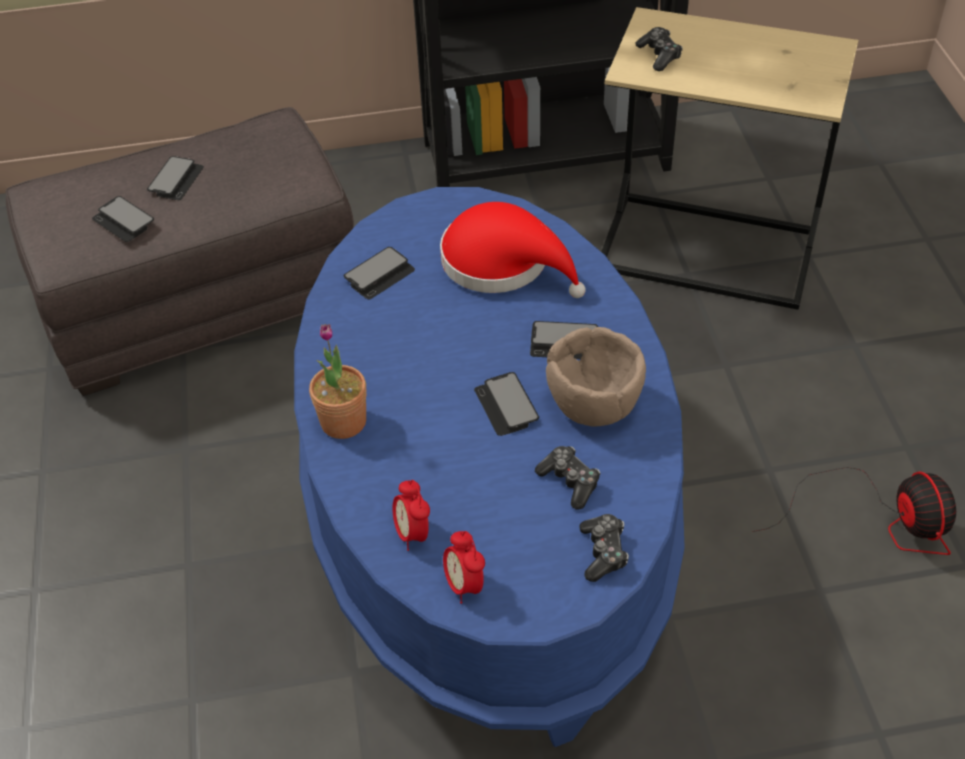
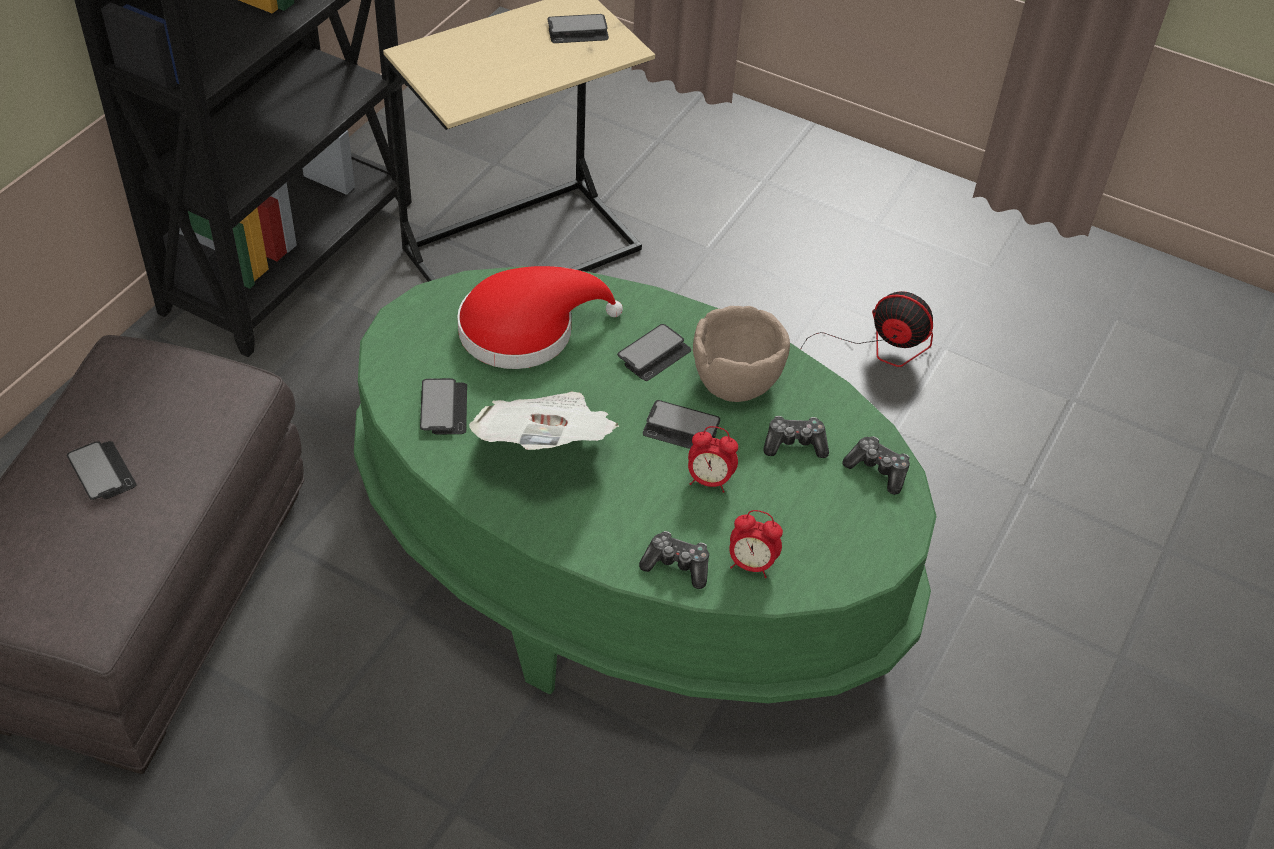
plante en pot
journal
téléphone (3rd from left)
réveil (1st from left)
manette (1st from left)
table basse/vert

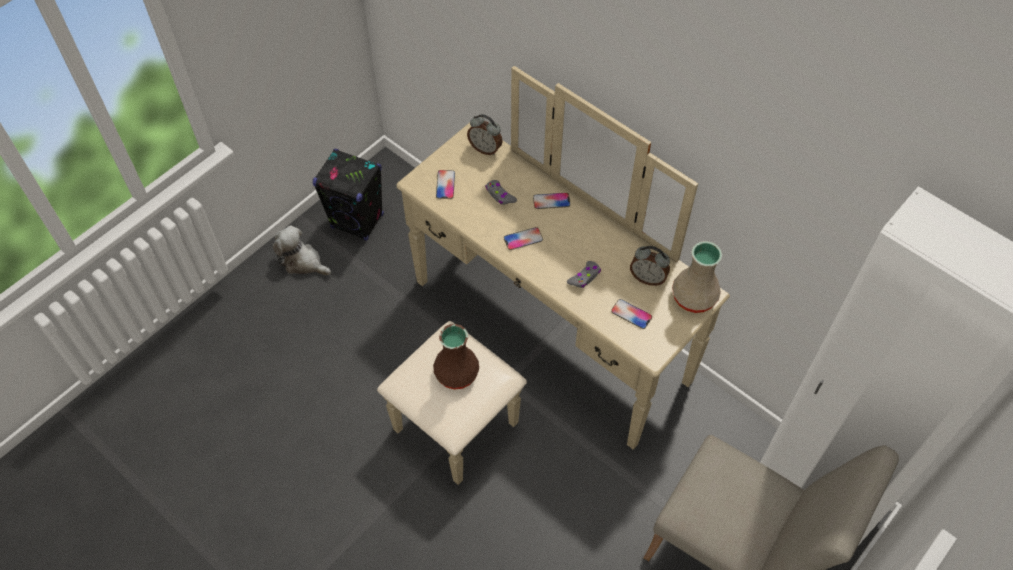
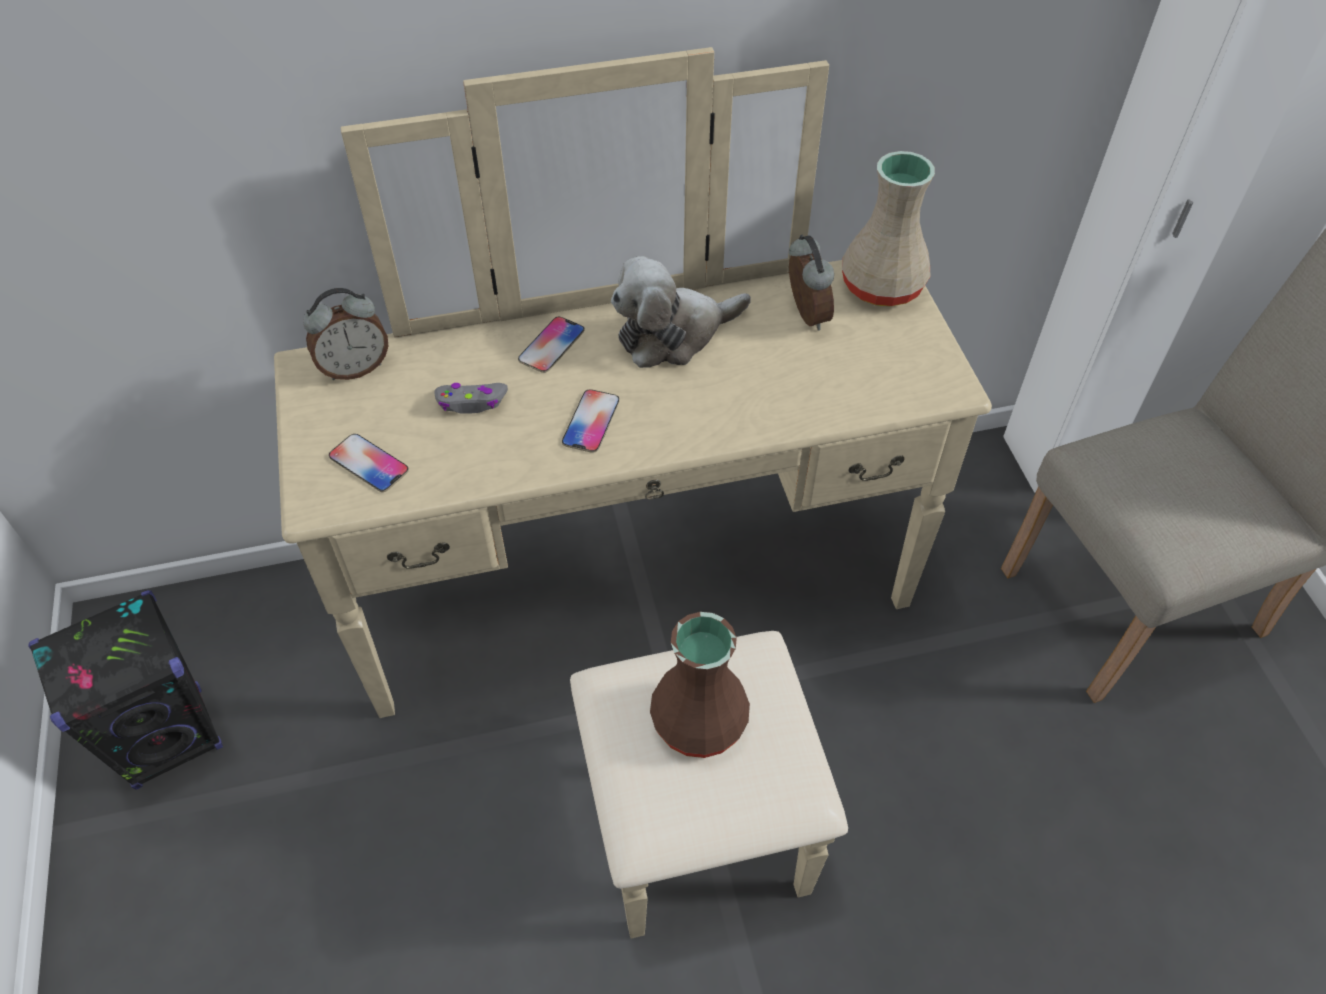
manette/gris (2nd from left in the first image)
téléphone (4th from left in the first image)
peluche
réveil (2nd from left)

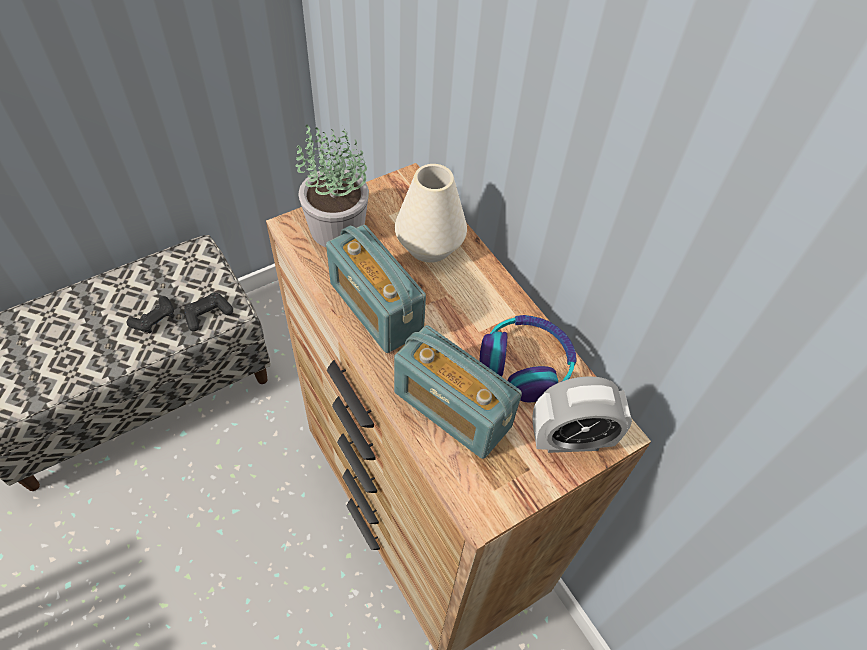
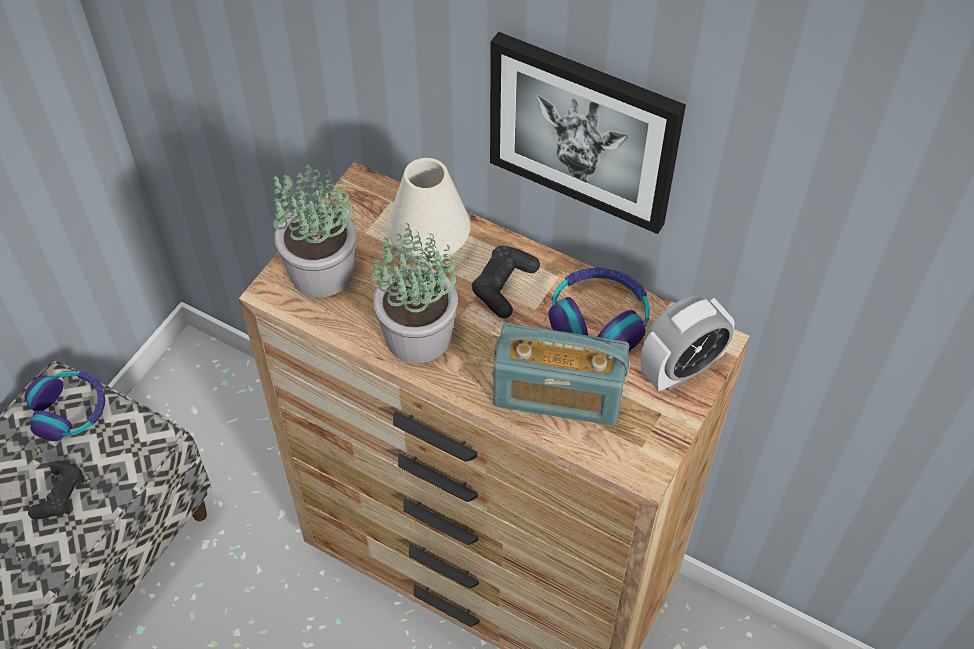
casque audio (1st from left)
tableau
manette/noir (2nd from left)
plante en pot (2nd from left)

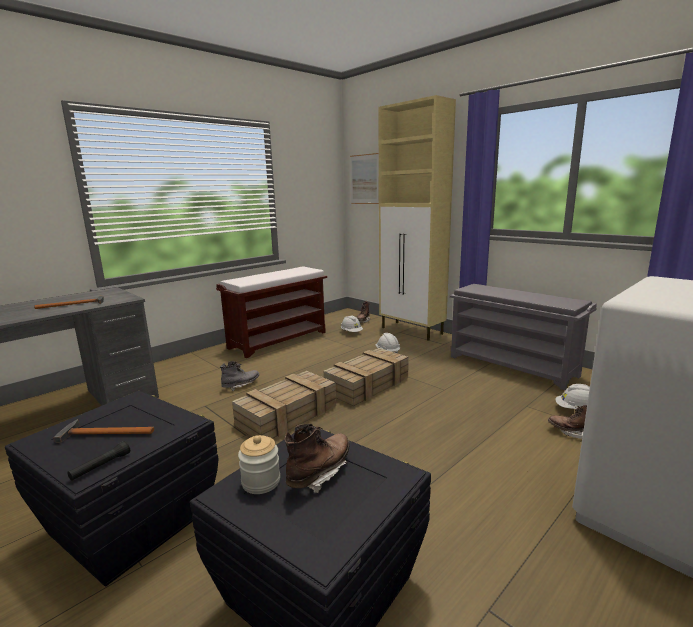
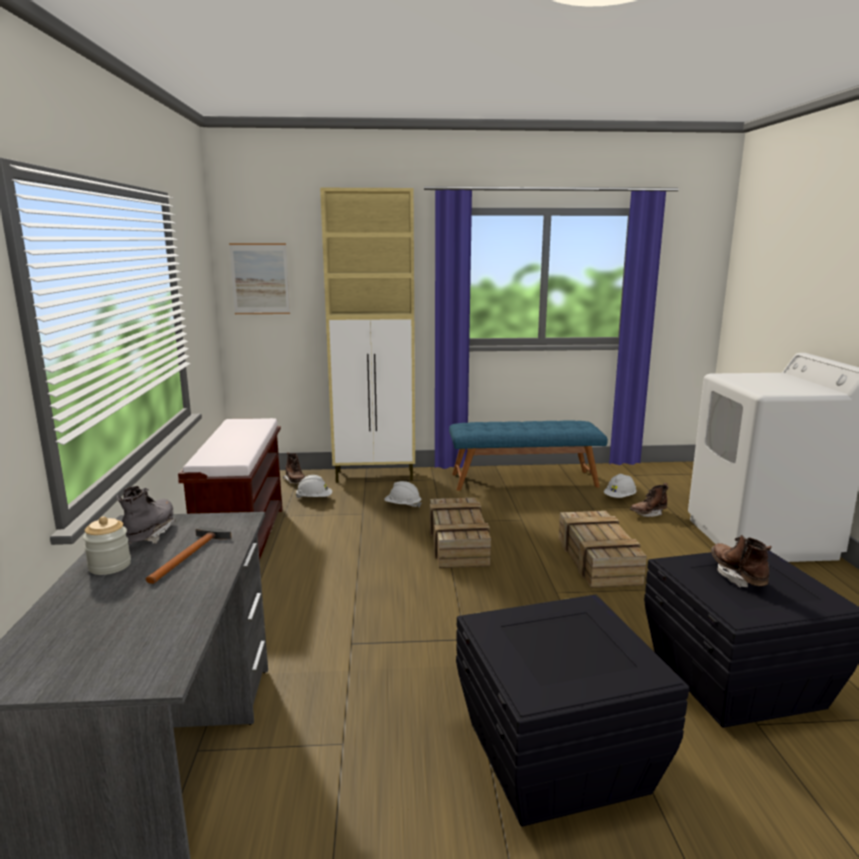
marteau (2nd from left in the first image)
lampe de poche/noir
botte/gris
caisse (2nd from left)
bocal
banc/bleu

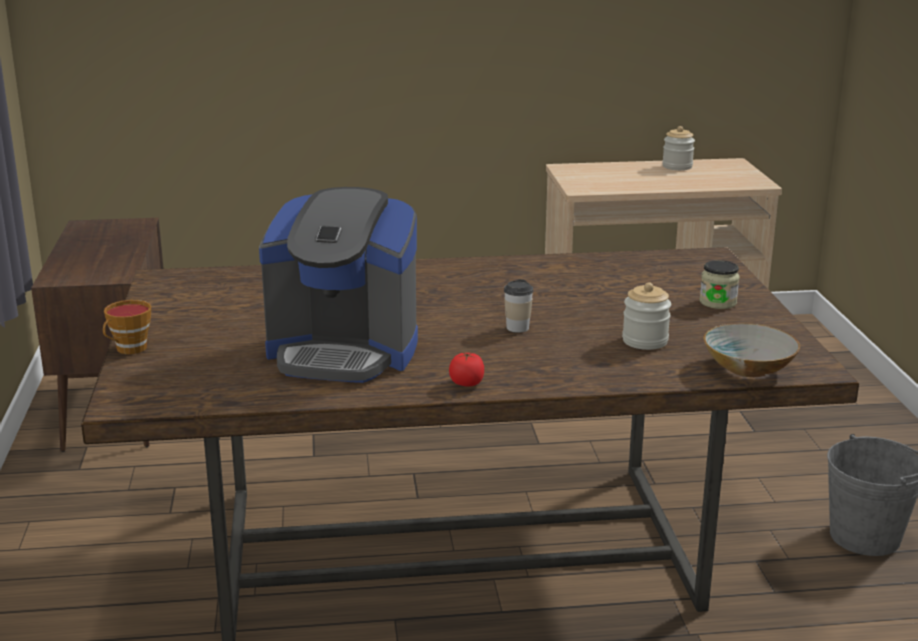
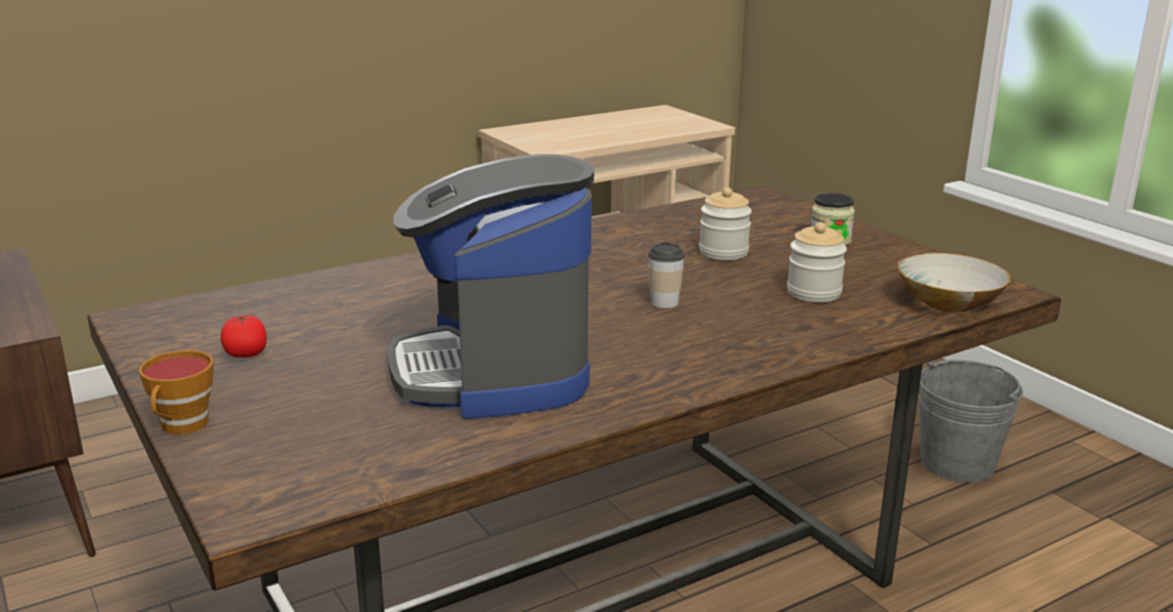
tomate
bocal (1st from left)
machine à café

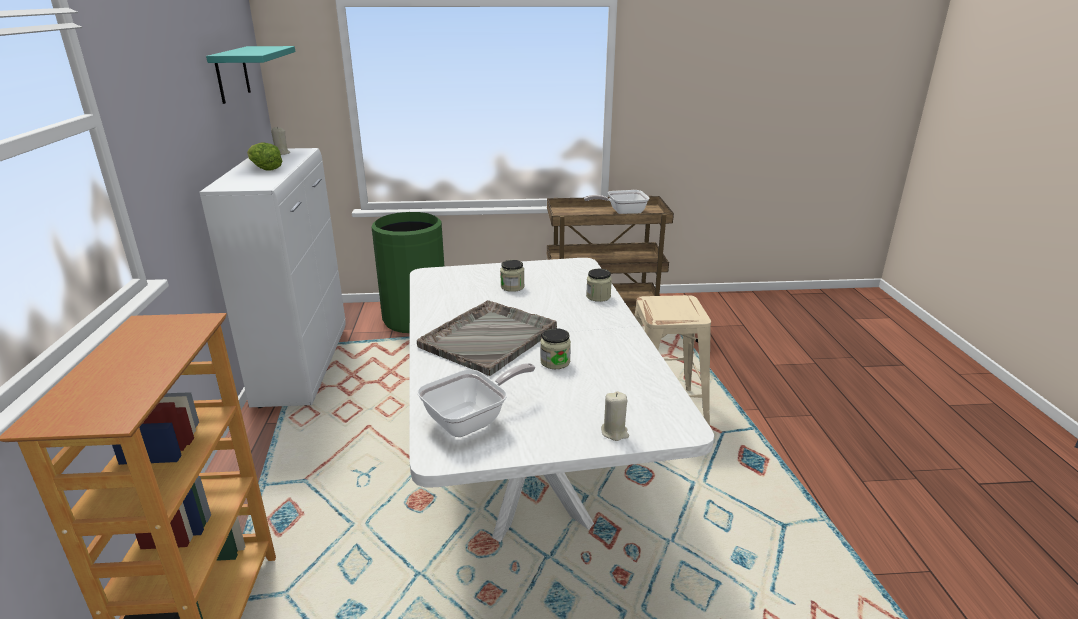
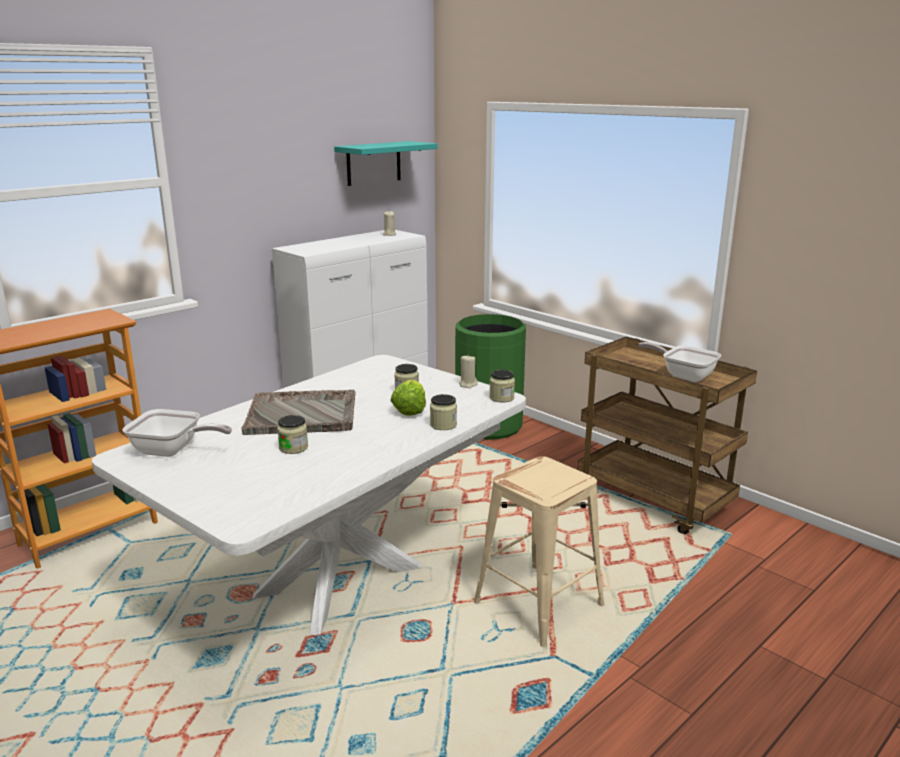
bocal (4th from left)
laitue
bougie/beige (2nd from left)

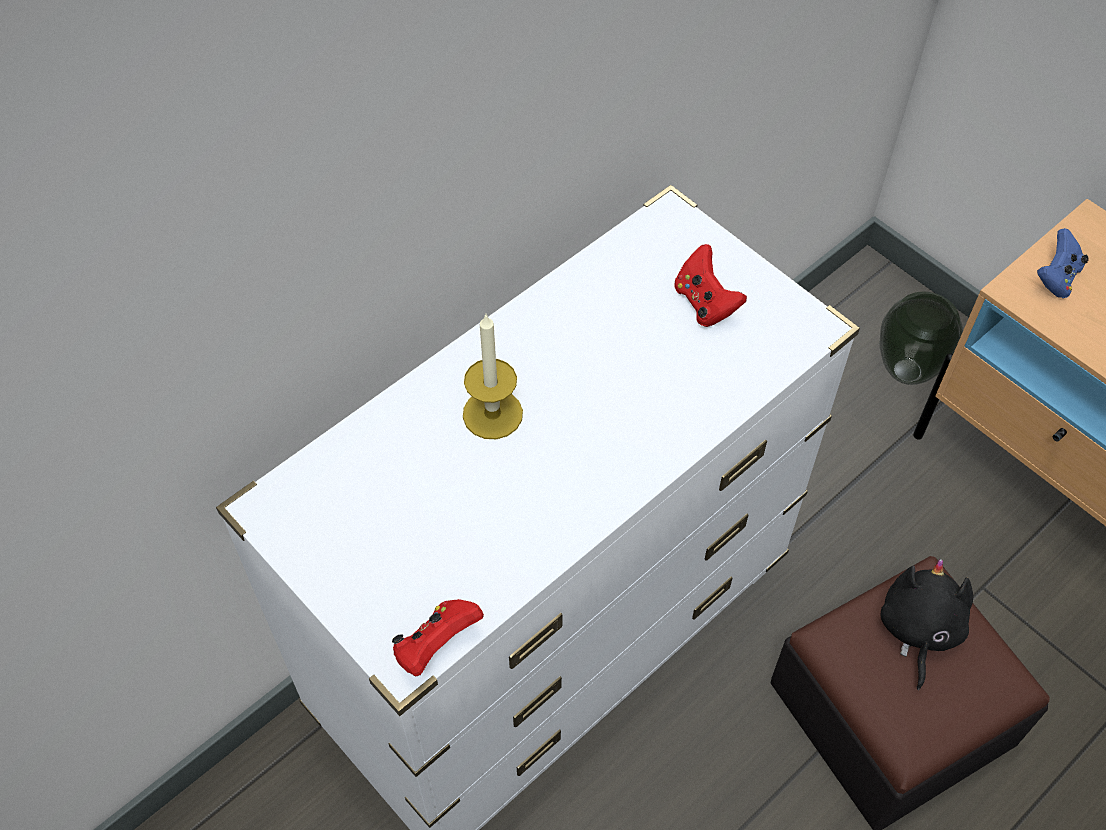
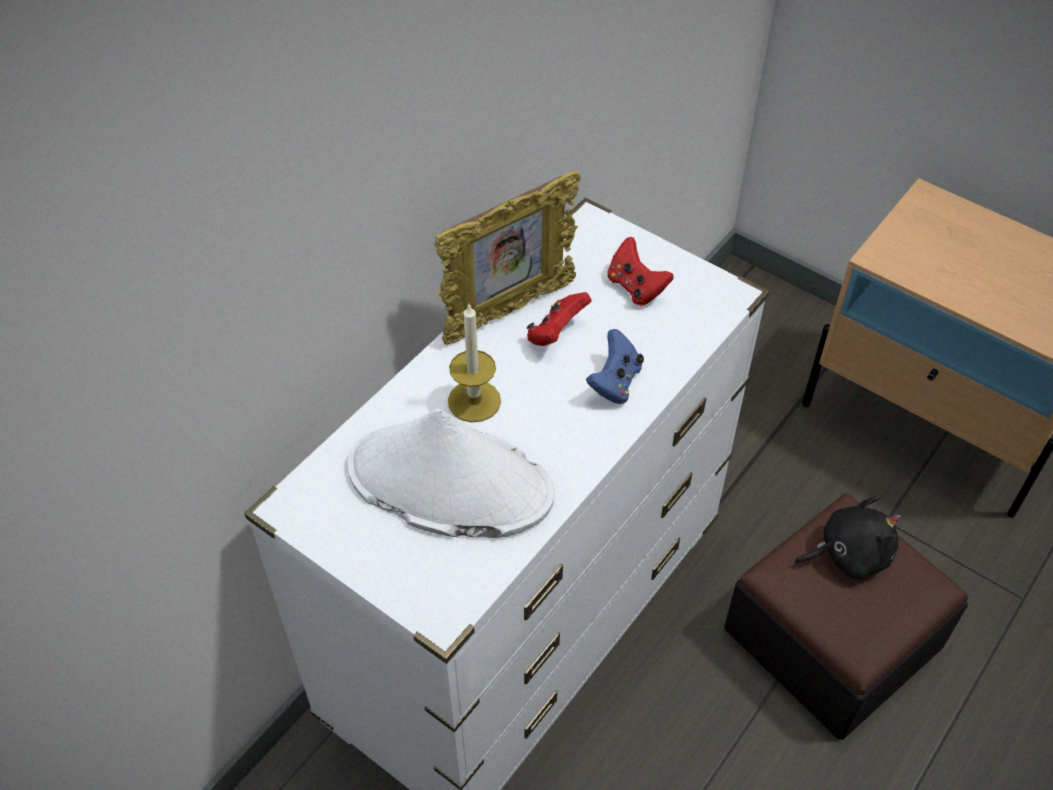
vase
chapeau/blanc
cadre photo
manette/rouge (1st from left)
manette/bleu
peluche/noir

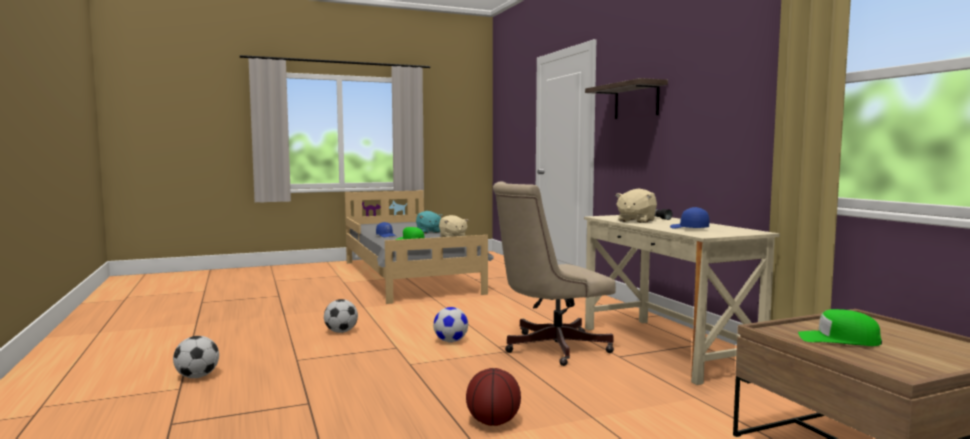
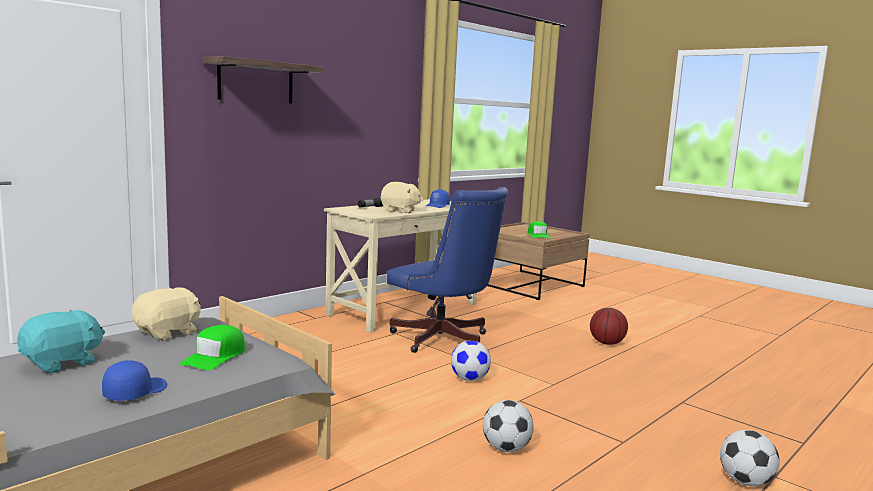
chaise de bureau/bleu

